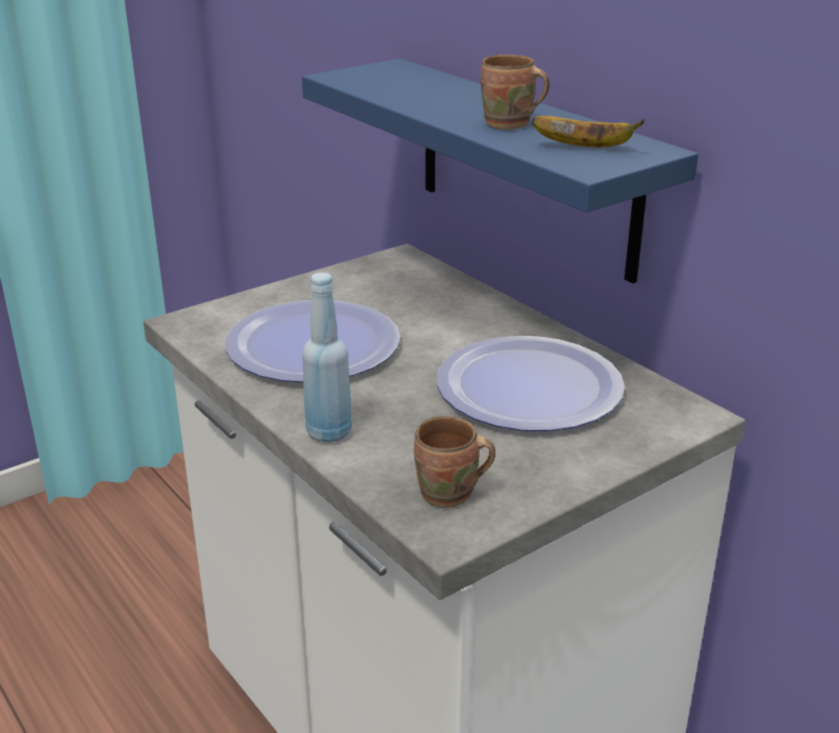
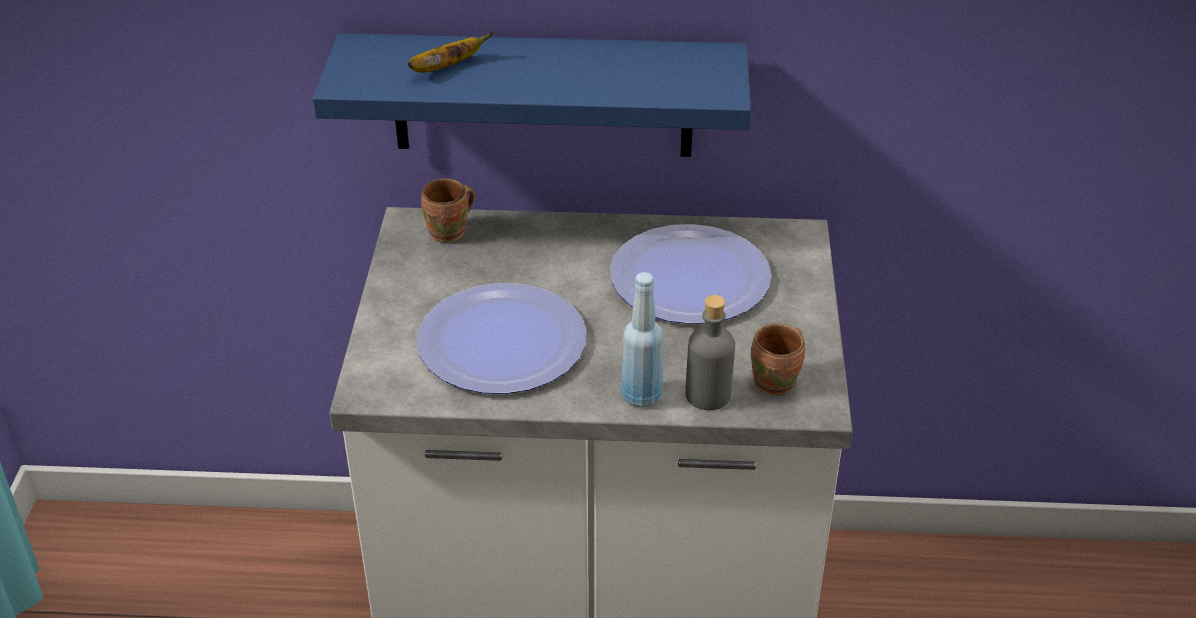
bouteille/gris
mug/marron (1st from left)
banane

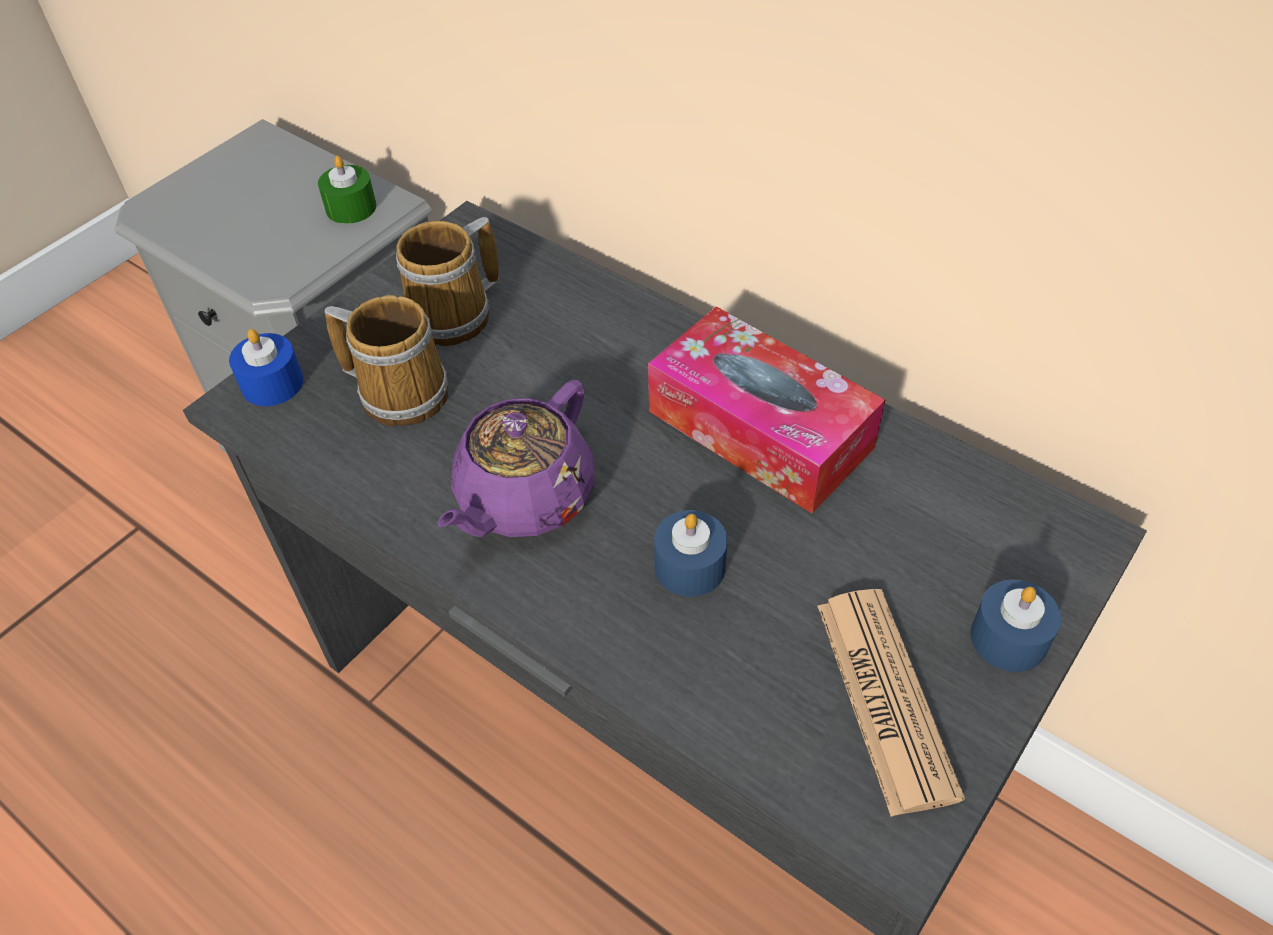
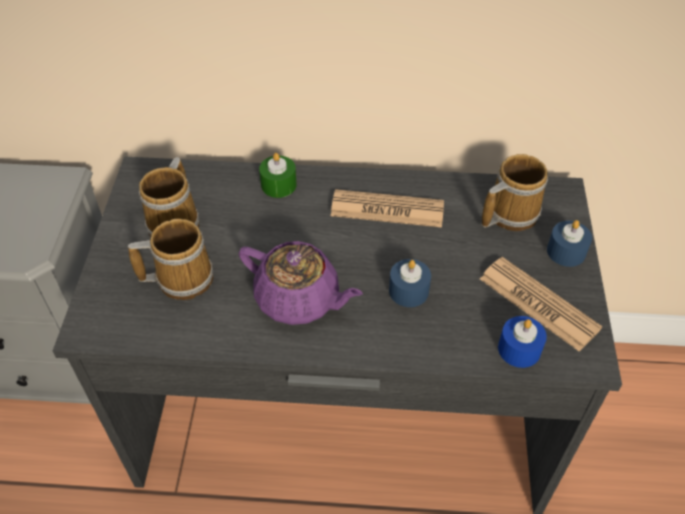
mug (3rd from left)
bougie/bleu (2nd from left)
bougie/vert
journal (1st from left)
théière/violet

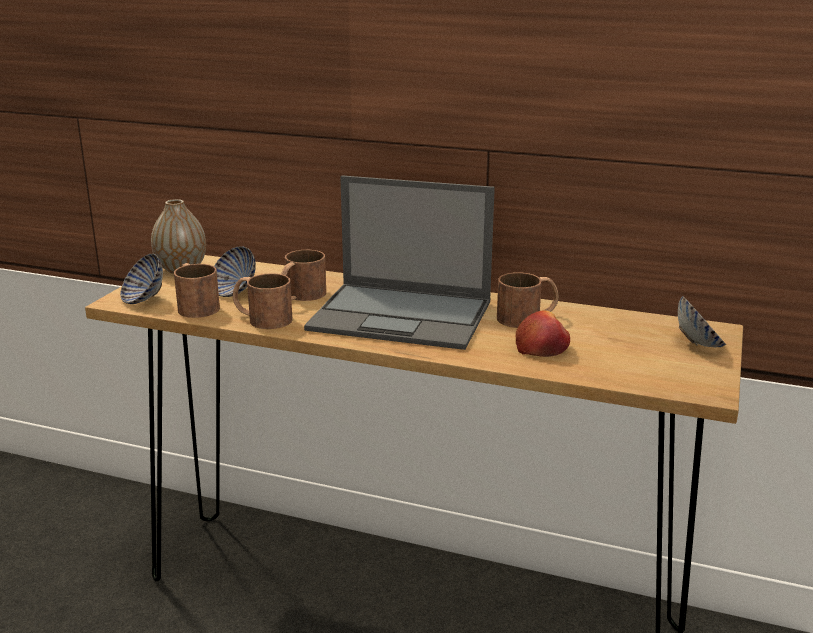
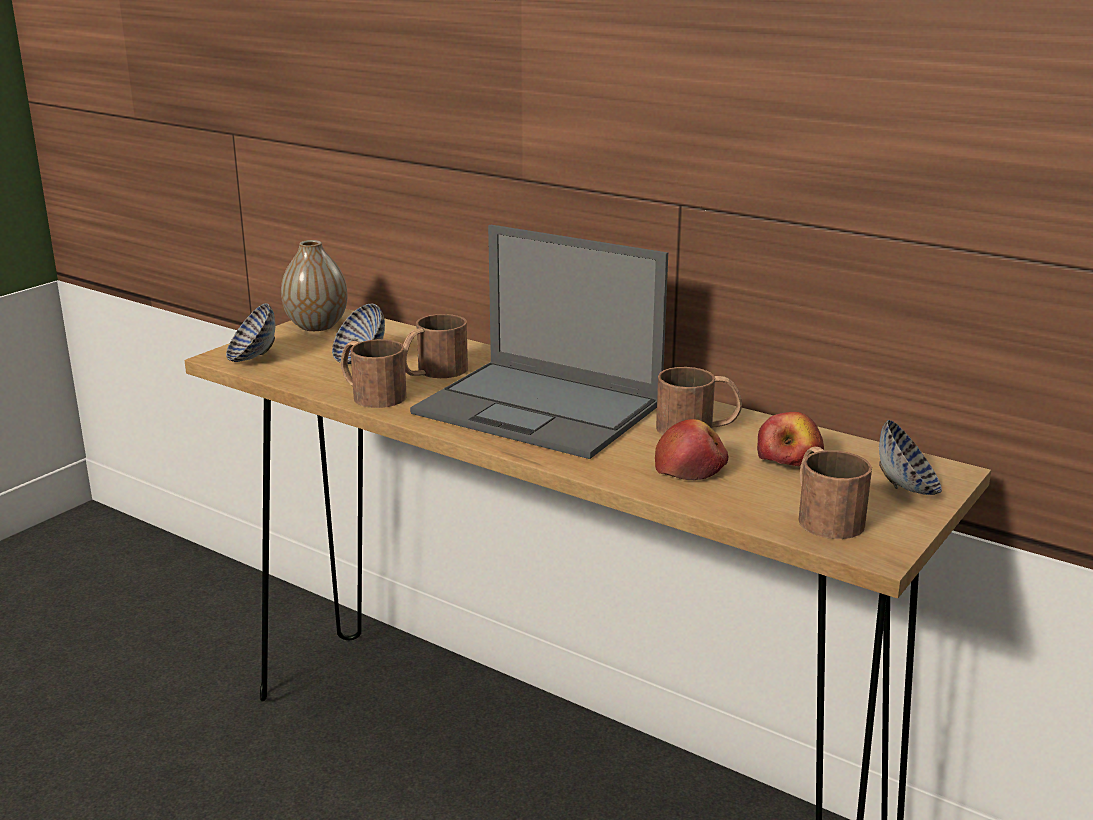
pomme (2nd from left)
mug/marron (4th from left)

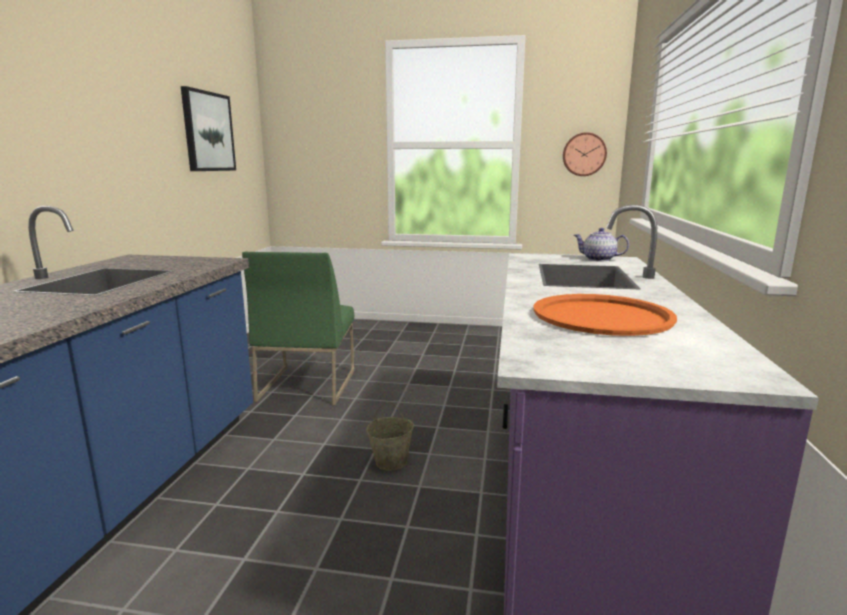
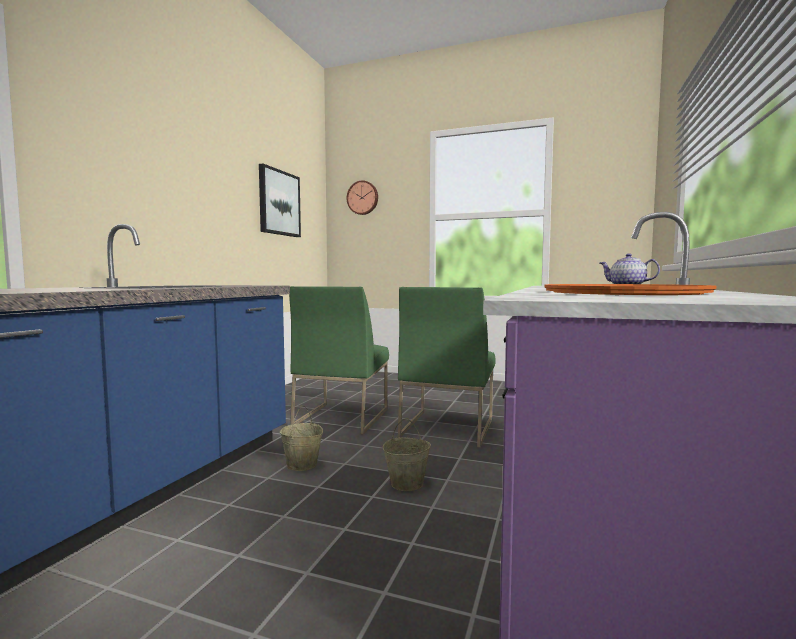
seau/beige (1st from left)
chaise/vert (2nd from left)
horloge murale

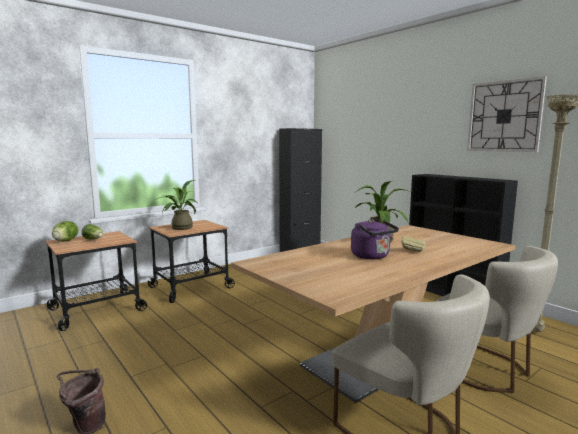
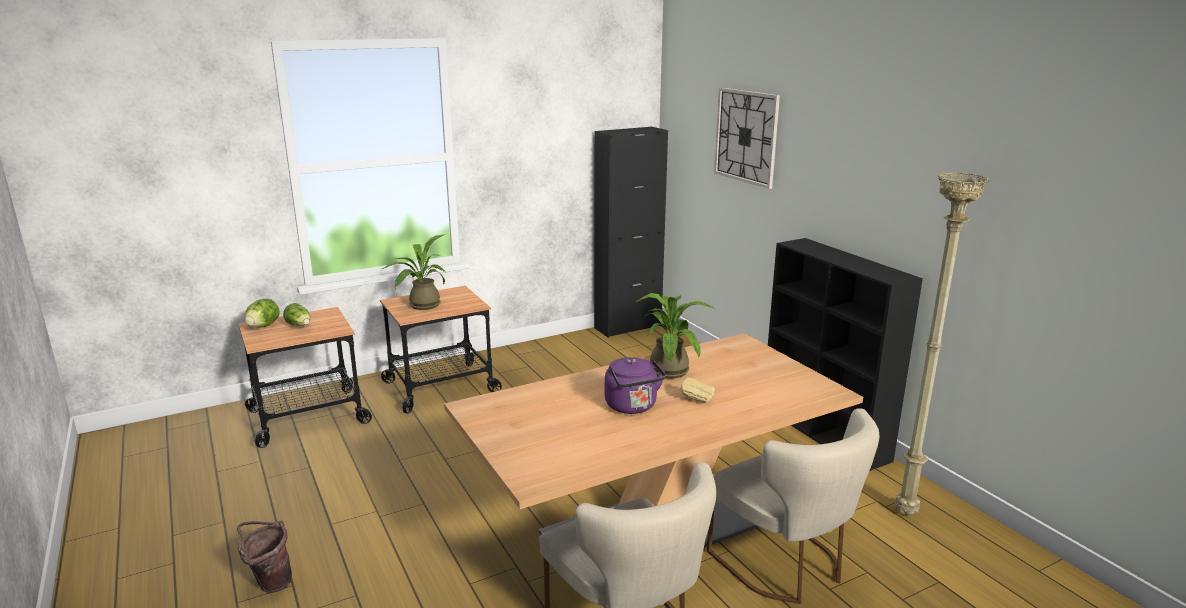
horloge murale

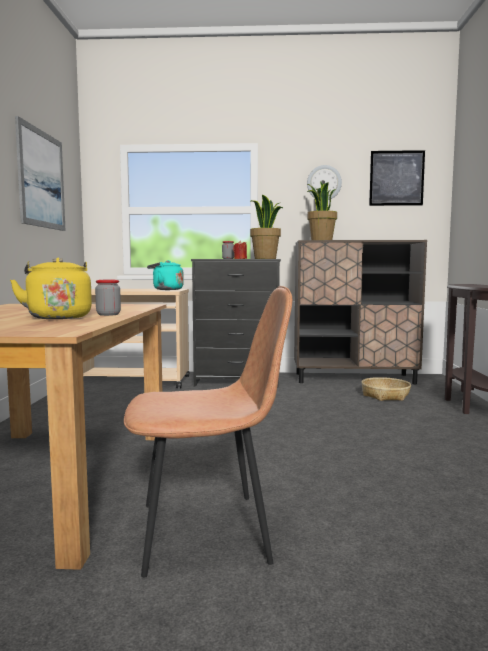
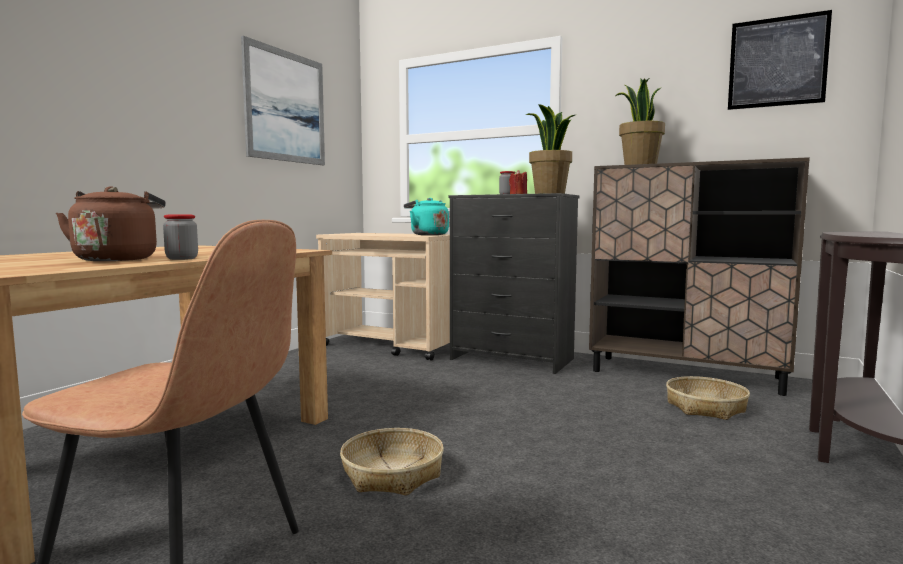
horloge murale
panier (1st from left)
bouilloire/marron

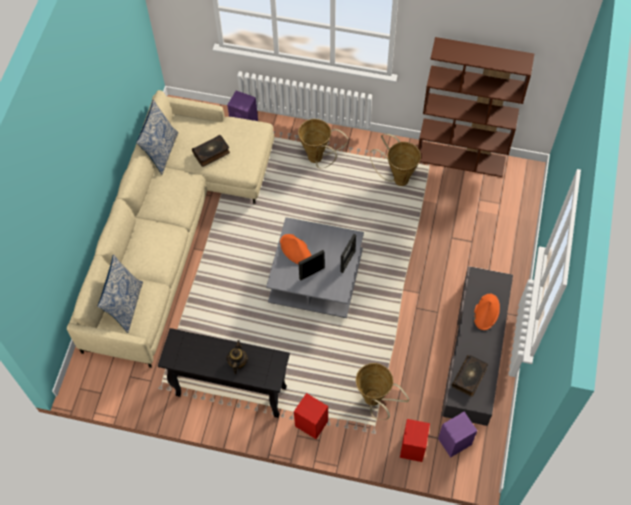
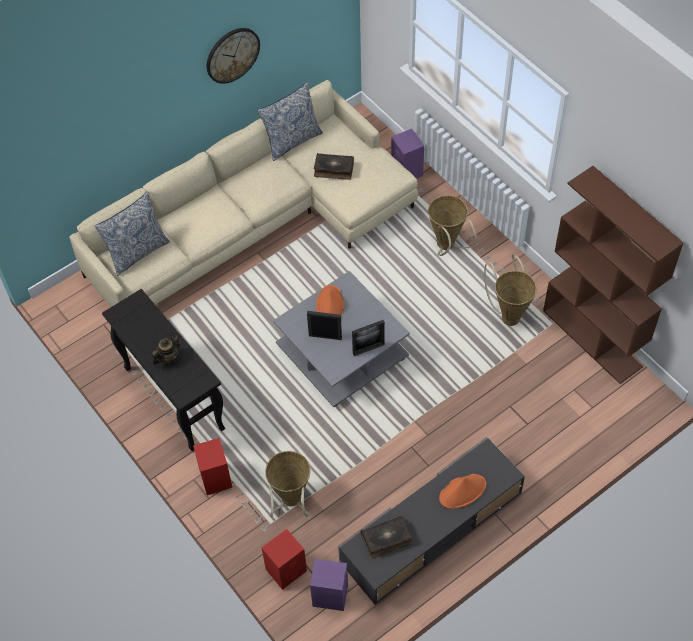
horloge murale

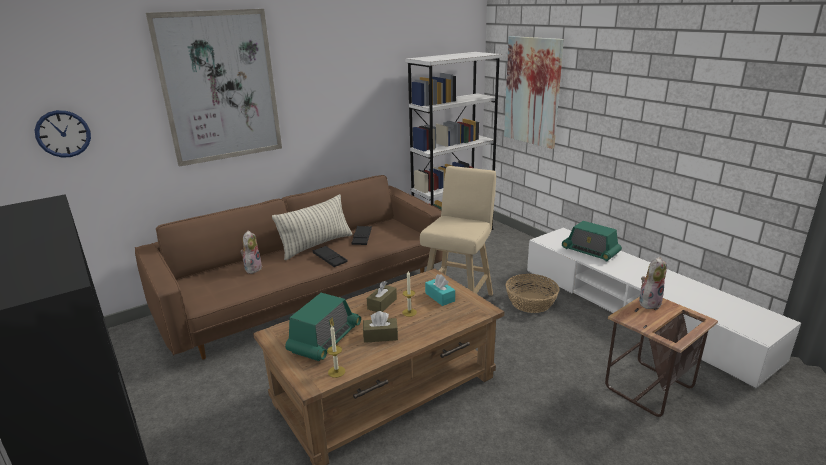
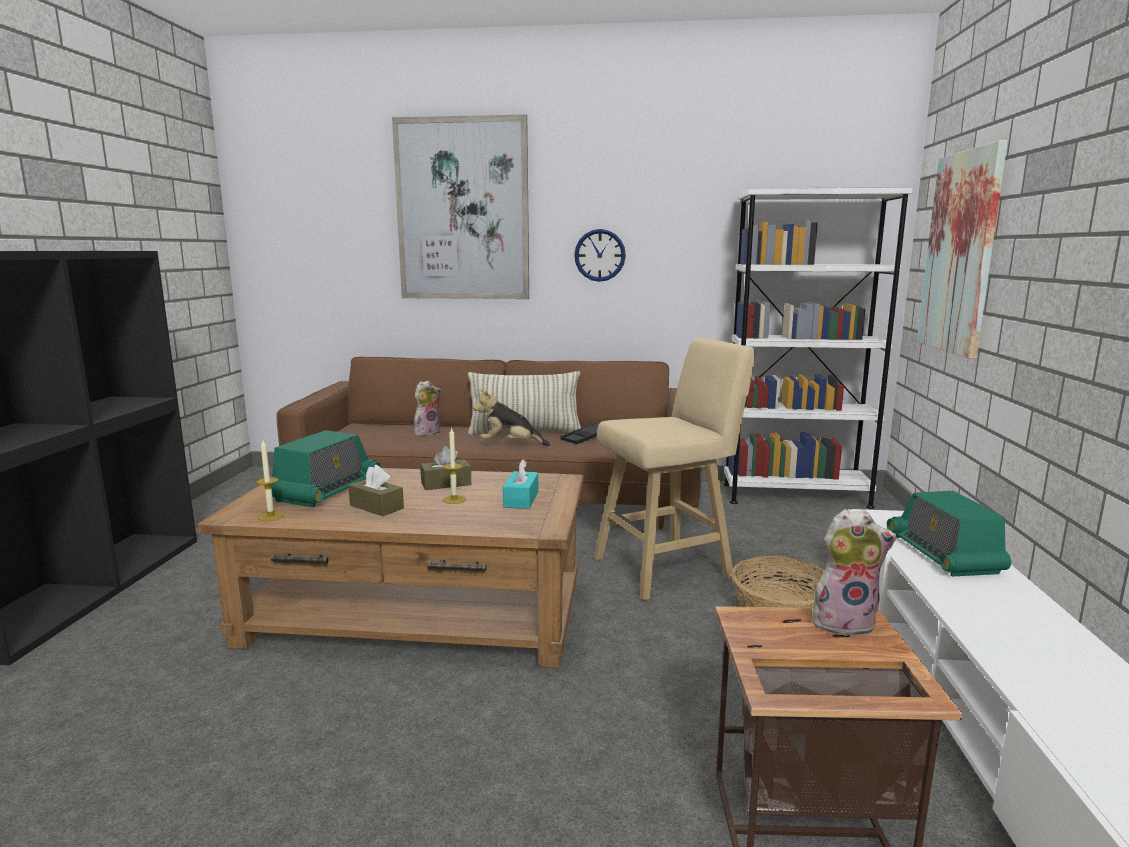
horloge murale
peluche (2nd from left)
radio (1st from left)

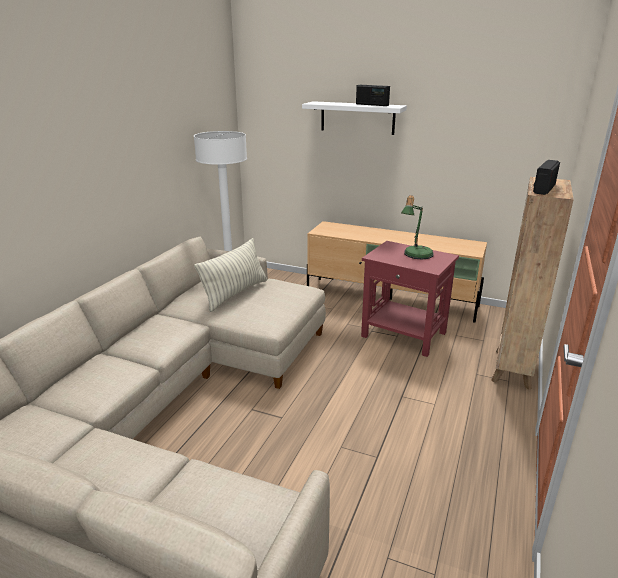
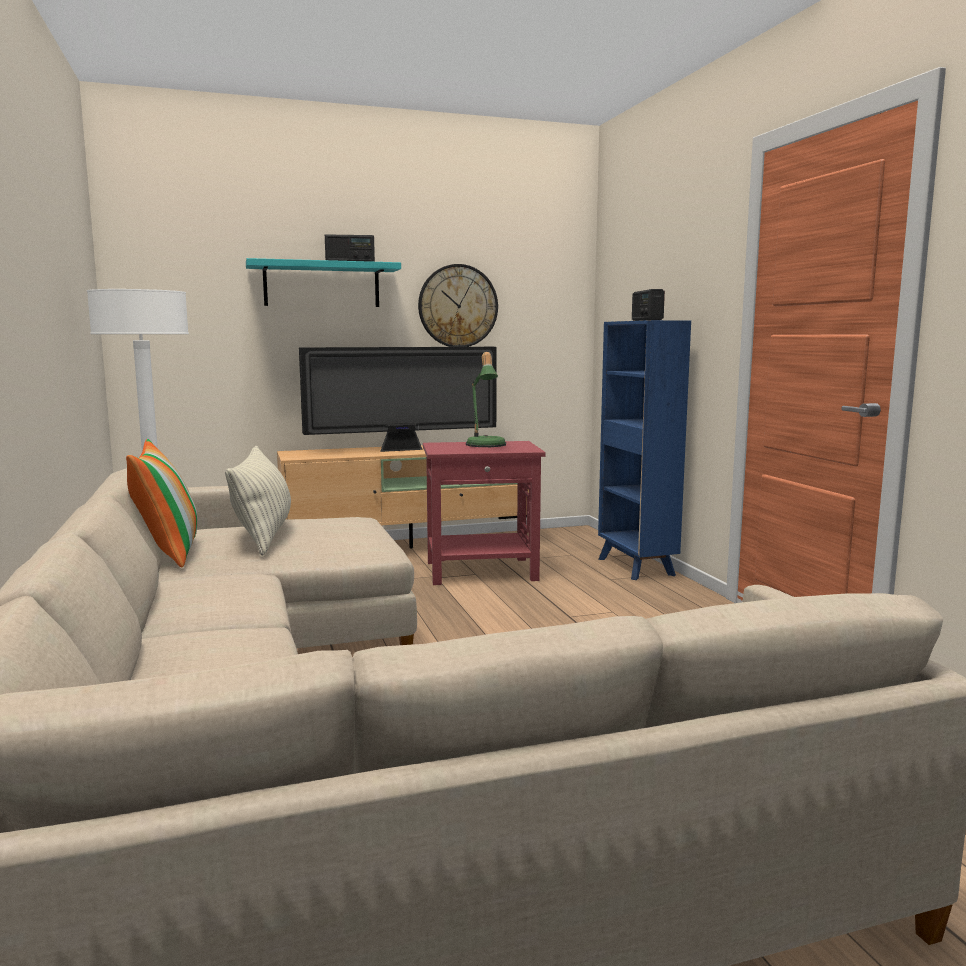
coussin (1st from left)
téléviseur
horloge murale
étagère/turquoise
bibliothèque/bleu

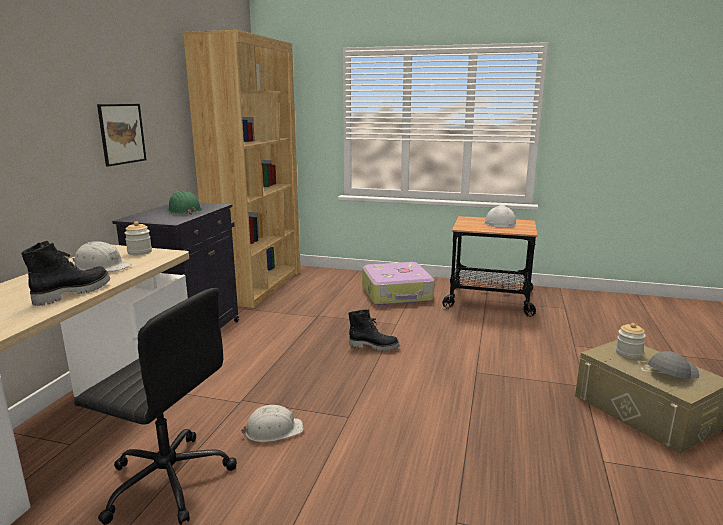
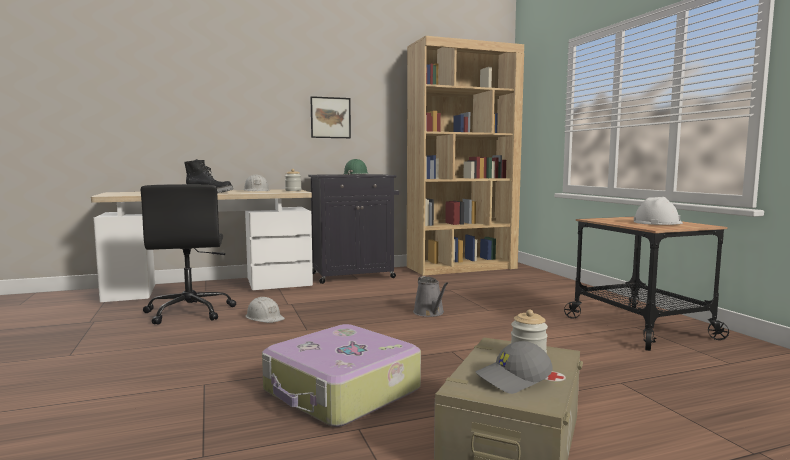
valise
arrosoir/gris
casquette/gris

